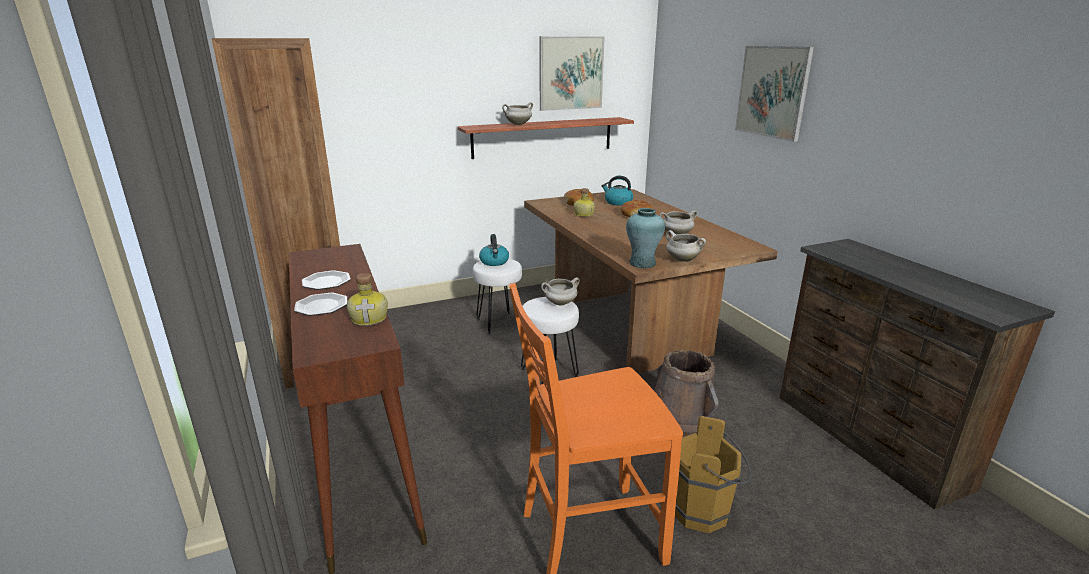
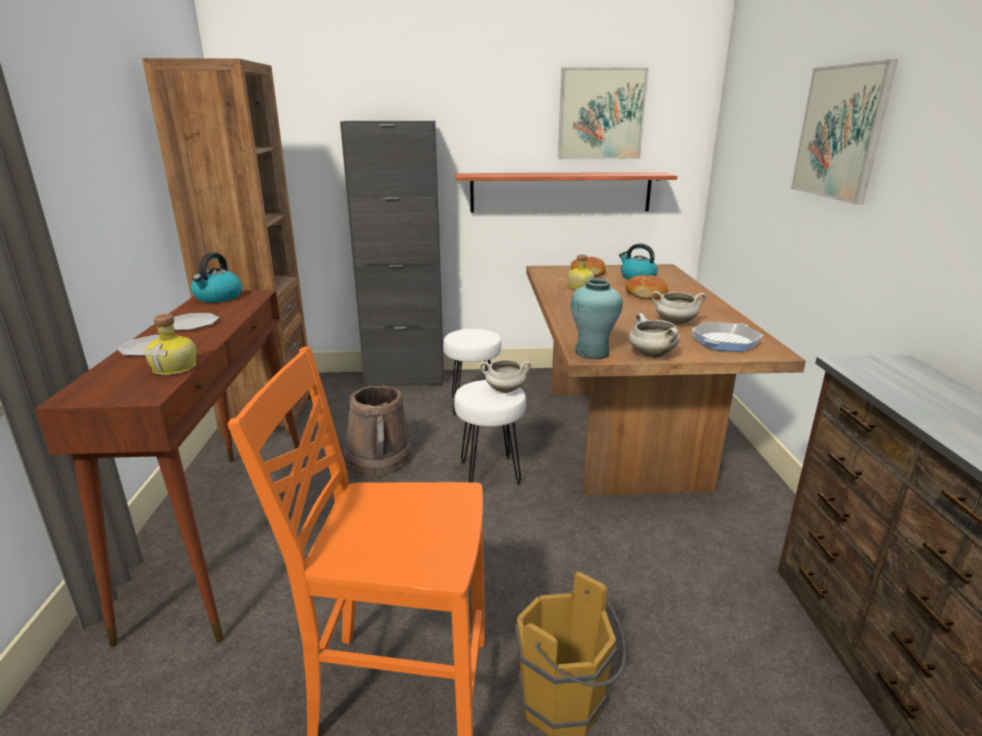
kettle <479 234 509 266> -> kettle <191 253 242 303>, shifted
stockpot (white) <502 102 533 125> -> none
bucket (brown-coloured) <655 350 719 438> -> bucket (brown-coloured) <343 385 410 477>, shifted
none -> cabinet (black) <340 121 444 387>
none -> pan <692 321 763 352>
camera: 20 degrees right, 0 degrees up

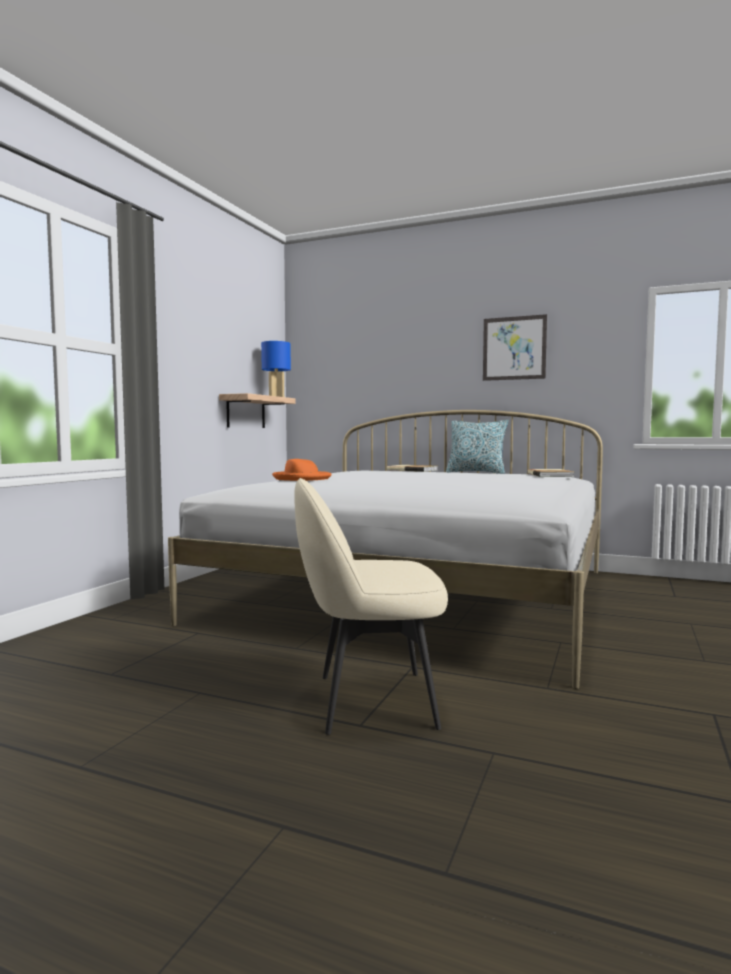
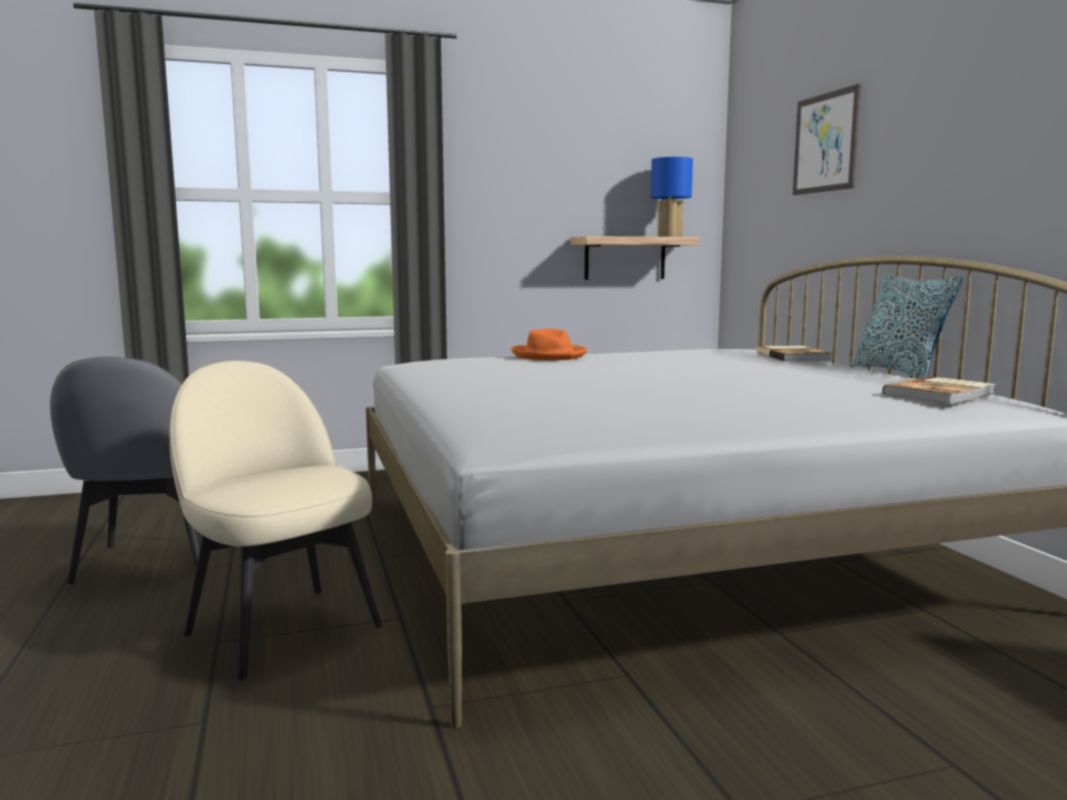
wall art <483 314 547 381> -> wall art <793 84 861 195>, shifted
none -> chair (greyish) <50 357 200 584>
camera: 50 degrees right, 5 degrees up

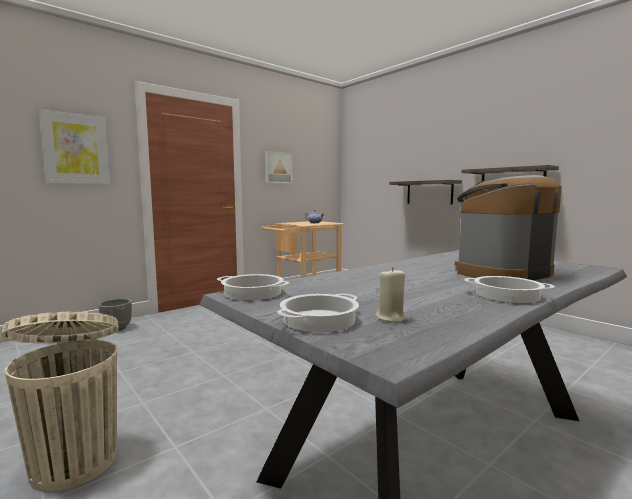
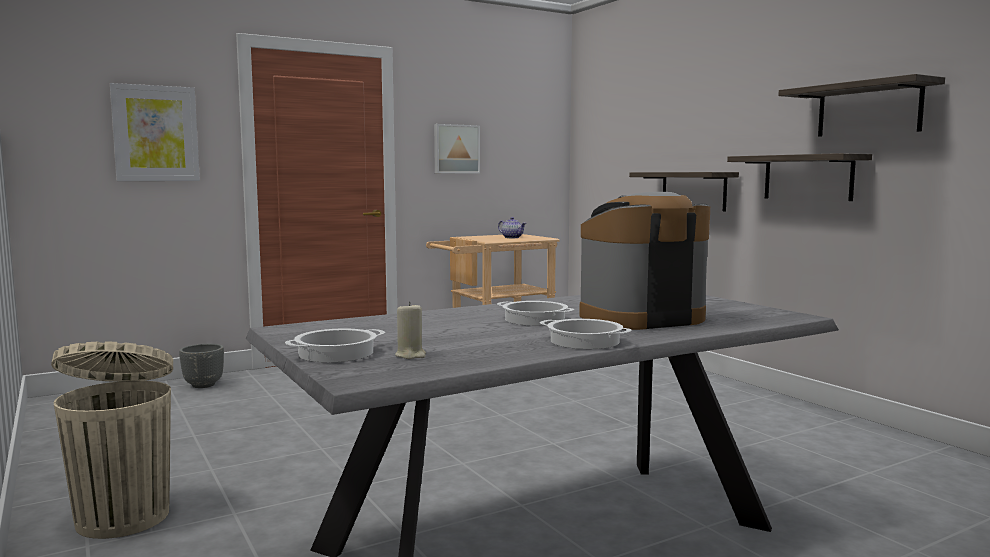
stockpot <216 274 289 301> -> stockpot <497 301 574 326>, shifted
none -> shelf <778 74 945 137>
camera: 10 degrees right, 0 degrees up

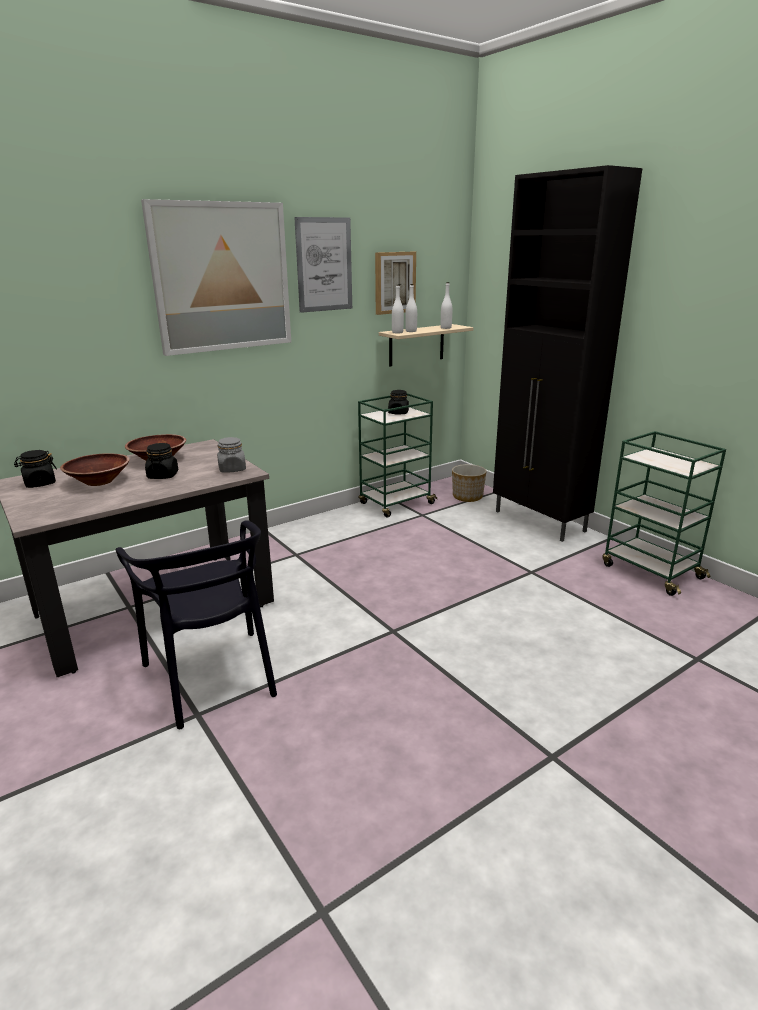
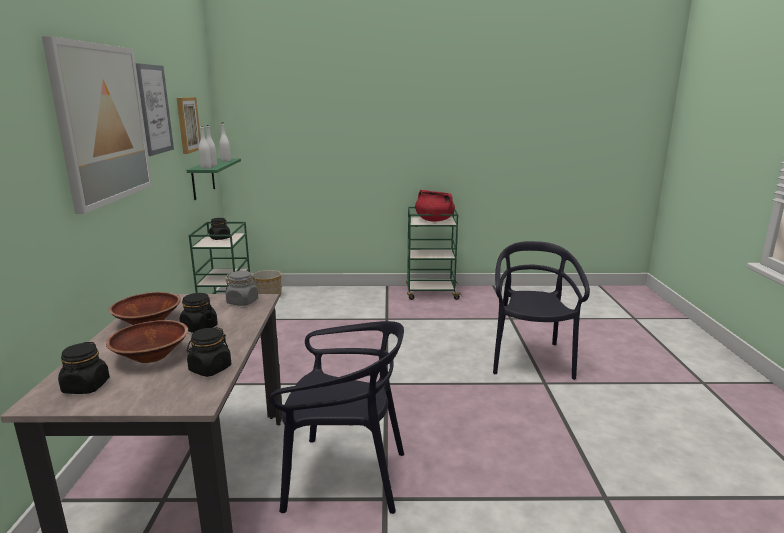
shelf (beige-coloured) <379 324 474 367> -> shelf (green) <186 158 241 200>
cabinet (black) <493 165 642 542> -> none
none -> preserve jar (black) <186 327 231 377>
none -> stockpot (red-coloured) <415 190 455 222>
none -> chair (black) <493 241 590 380>
camera: 55 degrees left, 5 degrees down

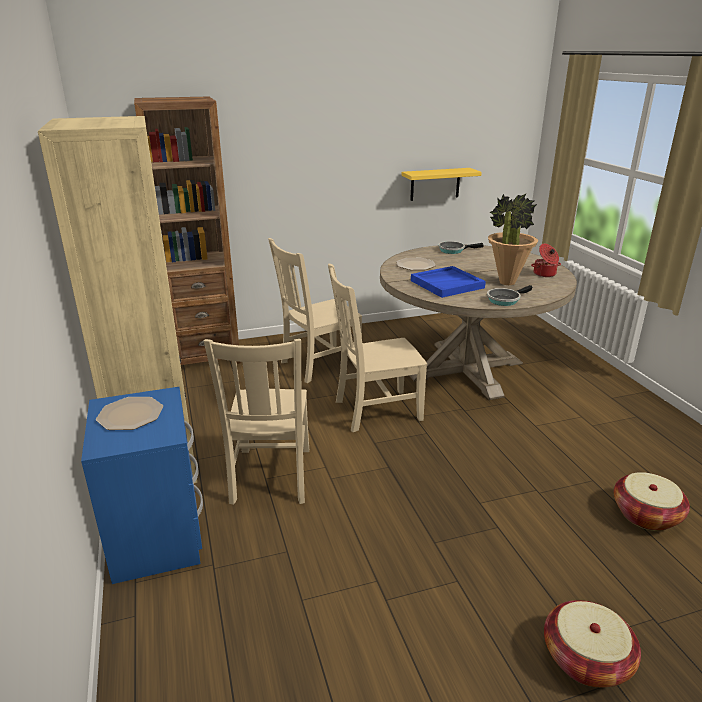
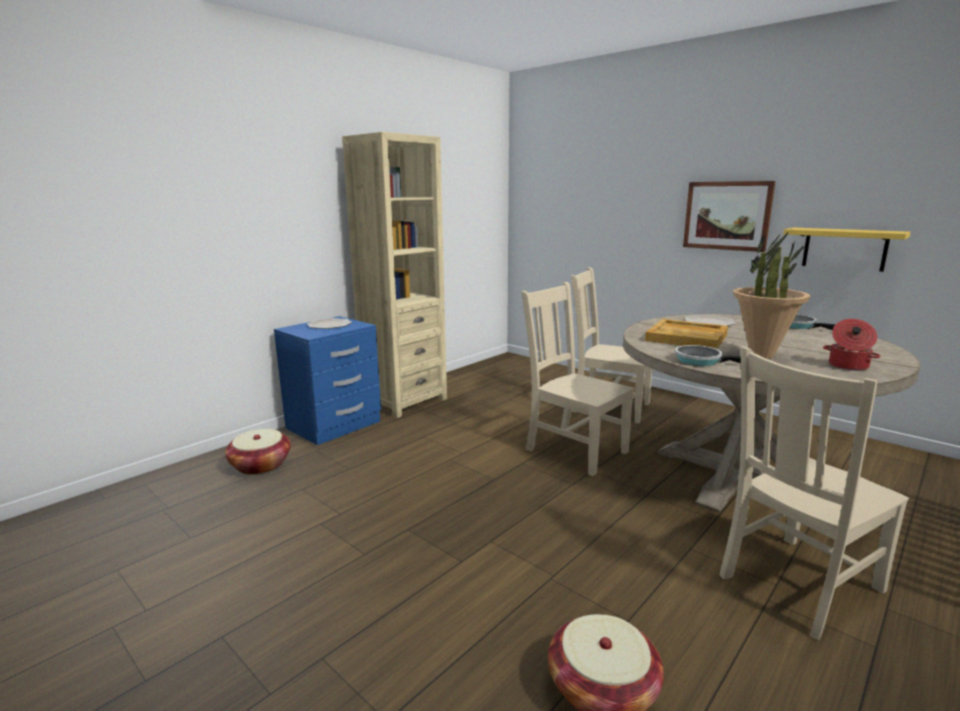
bookcase (brown-coloured) <134 97 241 365> -> none
chair (beige-coloured) <204 339 309 505> -> chair (beige-coloured) <719 346 909 640>, shifted
tray (bluish) <411 266 486 298> -> tray (beige-coloured) <645 319 728 349>
basket <544 600 641 687> -> basket <225 429 291 475>, shifted
none -> wall art <683 181 775 252>
camera: 60 degrees right, 10 degrees down

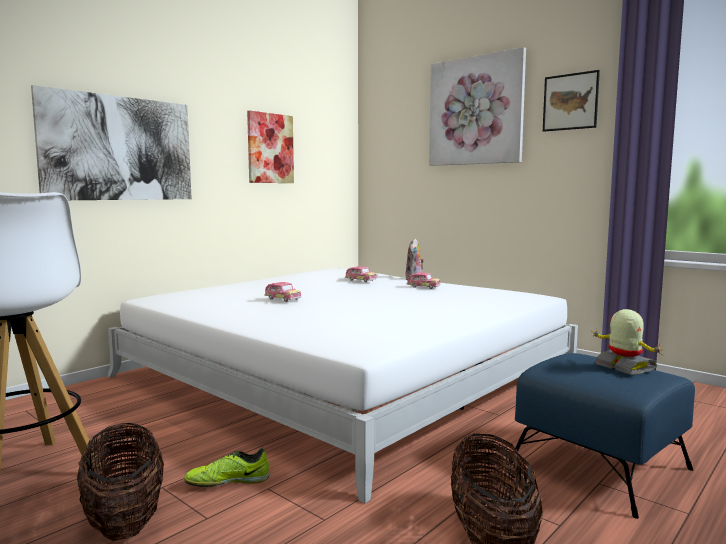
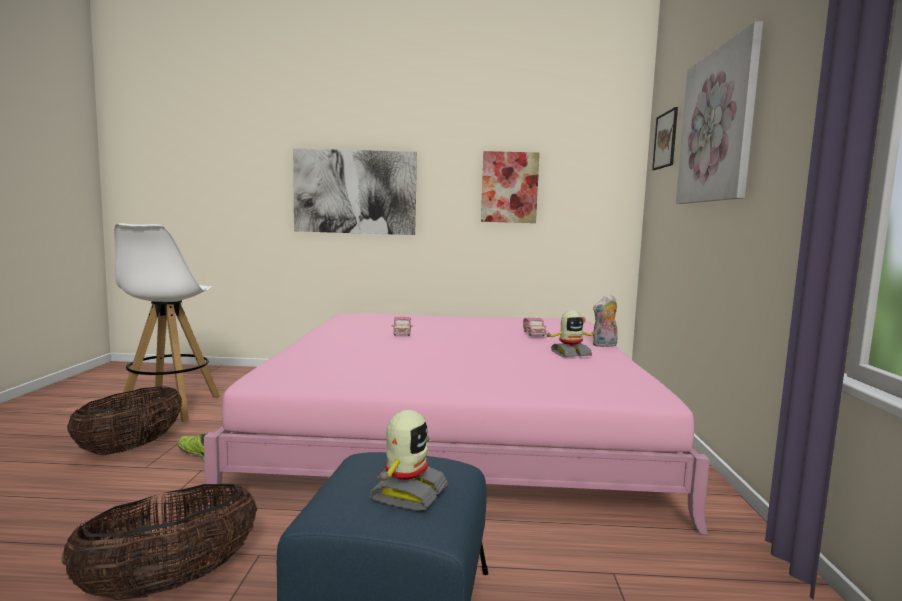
bedroom bed (white) <107 268 578 504> -> bedroom bed (pinkish) <200 313 710 535>
model car <406 272 441 289> -> model robot <544 311 598 357>
wall art <543 70 600 132> -> wall art <652 107 678 170>, shifted
camera: 50 degrees right, 0 degrees up

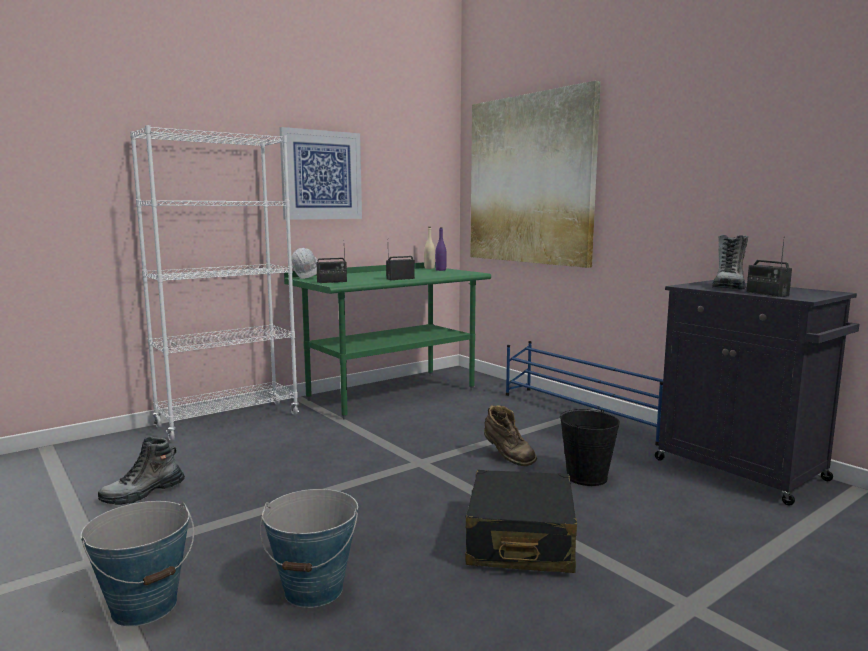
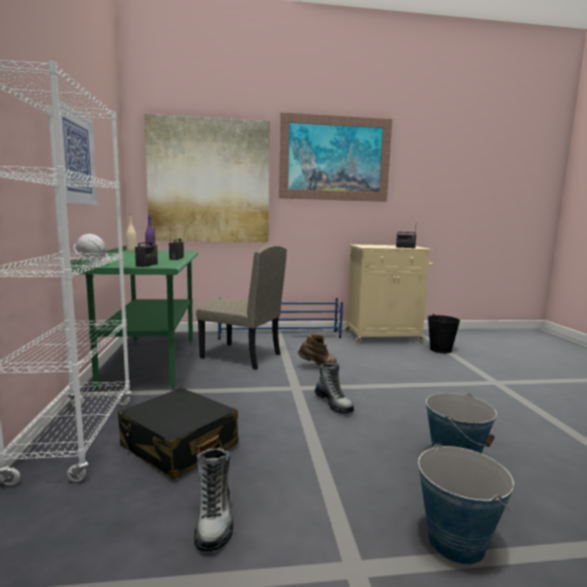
piece of luggage (black) <465 470 577 573> -> piece of luggage (black) <118 387 239 480>, shifted
bucket (black) <560 409 620 486> -> bucket (black) <428 314 460 353>, shifted
cabinet (black) <655 280 859 506> -> cabinet (beige-coloured) <345 244 434 343>
tall boot <712 235 748 290> -> tall boot <315 363 354 414>, shifted
none -> chair (beige-coloured) <196 245 287 370>
none -> wall art <279 112 392 202>
camera: 60 degrees left, 0 degrees up

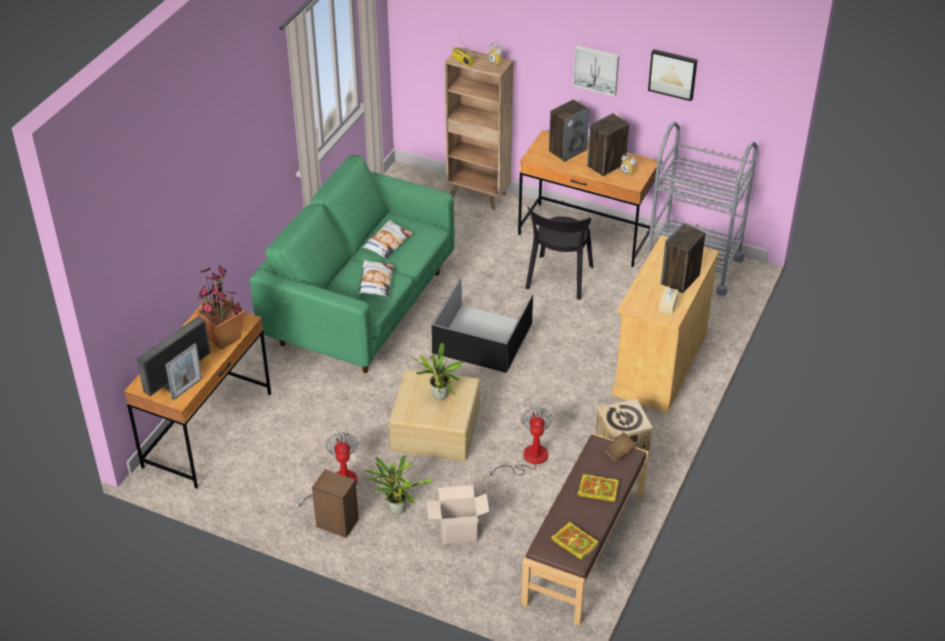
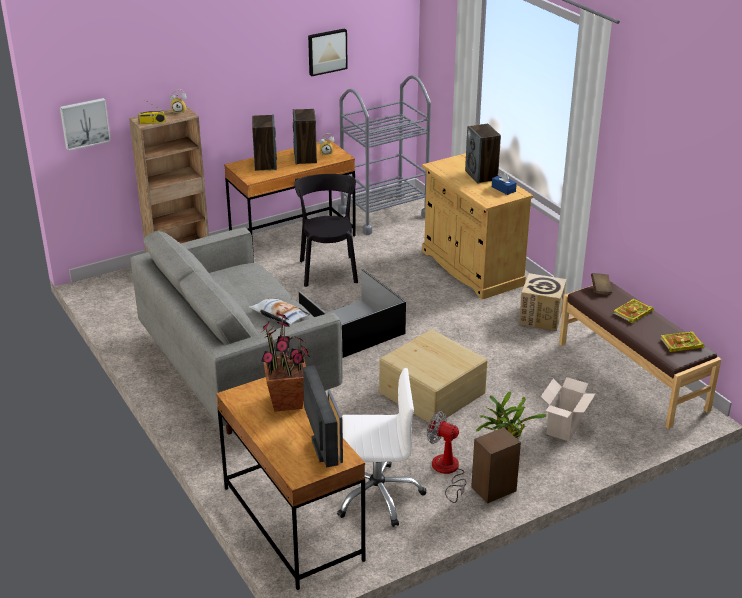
settee (green) <250 155 455 373> -> settee (greyish) <131 227 343 435>
throw pillow <362 220 413 258> -> none
plant in a pot <410 343 464 400> -> none
cooling fan <487 407 553 476> -> none
chair (black) <525 206 593 300> -> chair (black) <294 174 358 287>, 150 degrees counterclockwise
wall art <573 45 619 96> -> wall art <60 98 111 151>, shifted
tissue box (beige-coloured) <659 286 679 314> -> tissue box (bluish) <492 172 517 195>
none -> computer chair (white) <337 368 427 527>
camera: 55 degrees left, 10 degrees down

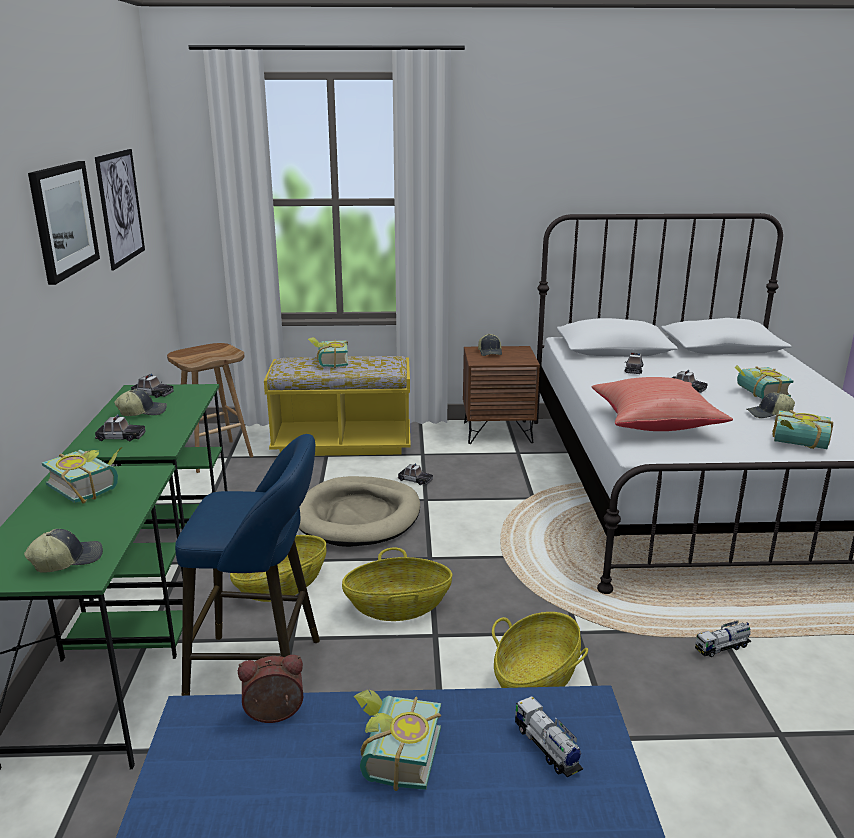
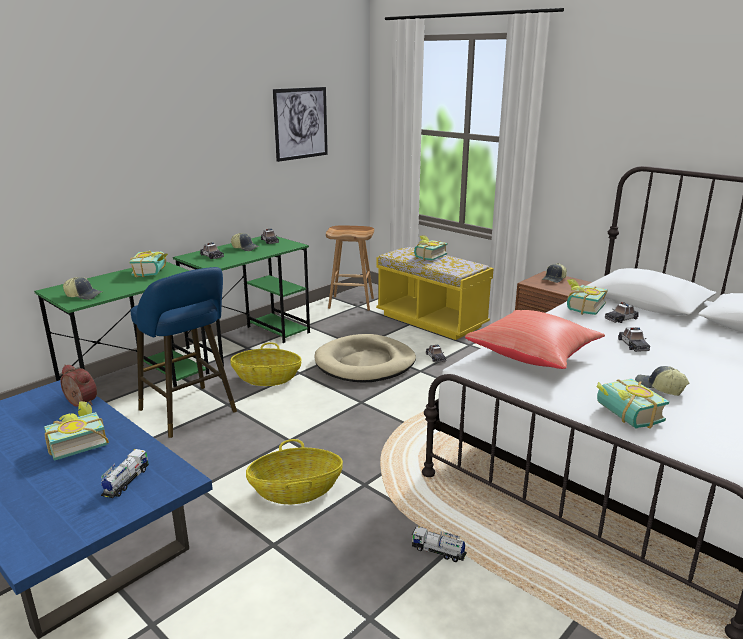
wall art <28 161 100 285> -> none
basket <342 547 452 621> -> none
bound book <735 365 794 399> -> bound book <567 279 608 315>, shifted
camera: 45 degrees right, 0 degrees up

